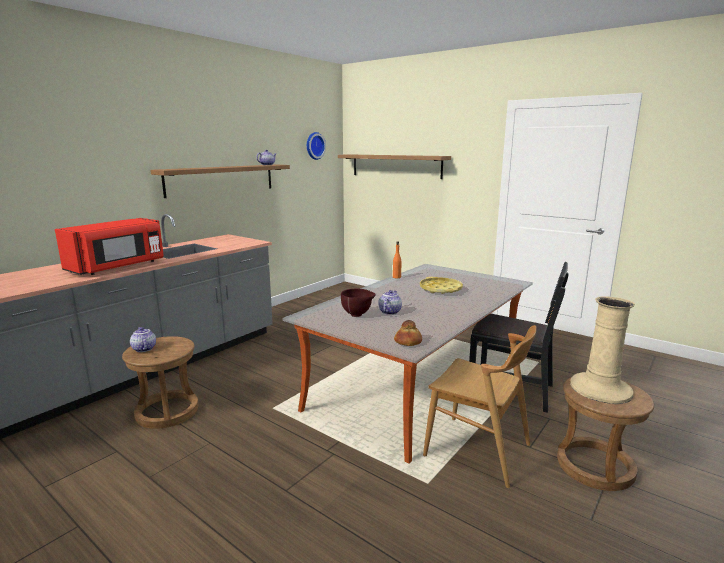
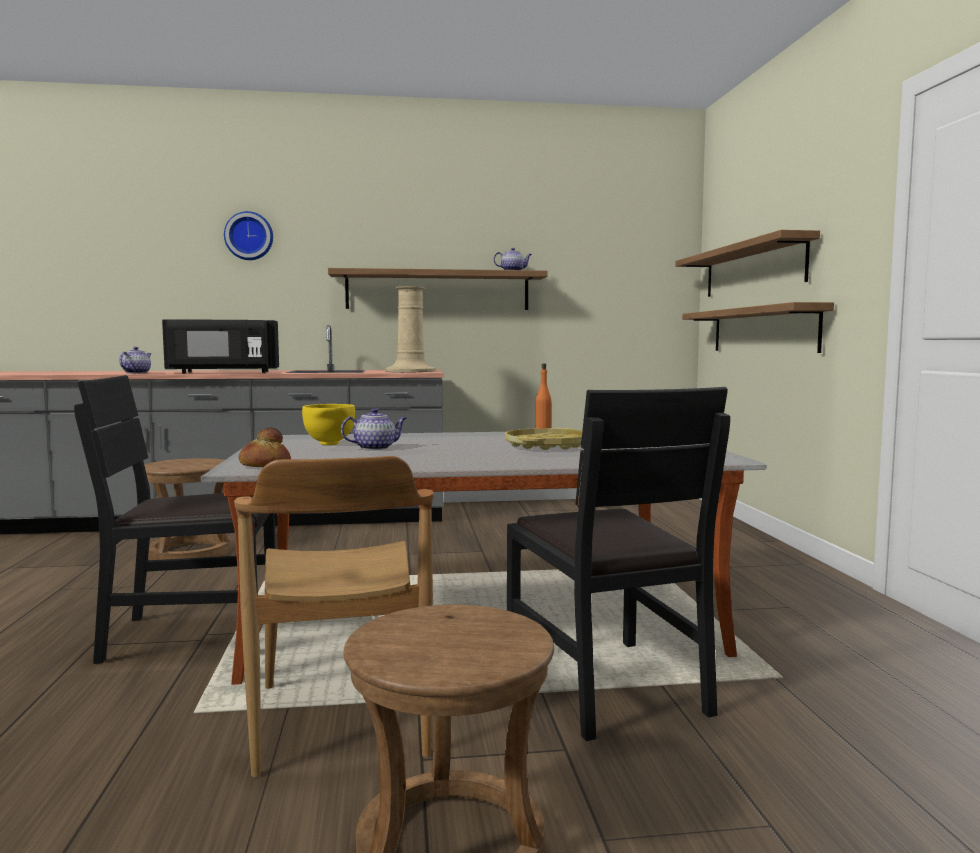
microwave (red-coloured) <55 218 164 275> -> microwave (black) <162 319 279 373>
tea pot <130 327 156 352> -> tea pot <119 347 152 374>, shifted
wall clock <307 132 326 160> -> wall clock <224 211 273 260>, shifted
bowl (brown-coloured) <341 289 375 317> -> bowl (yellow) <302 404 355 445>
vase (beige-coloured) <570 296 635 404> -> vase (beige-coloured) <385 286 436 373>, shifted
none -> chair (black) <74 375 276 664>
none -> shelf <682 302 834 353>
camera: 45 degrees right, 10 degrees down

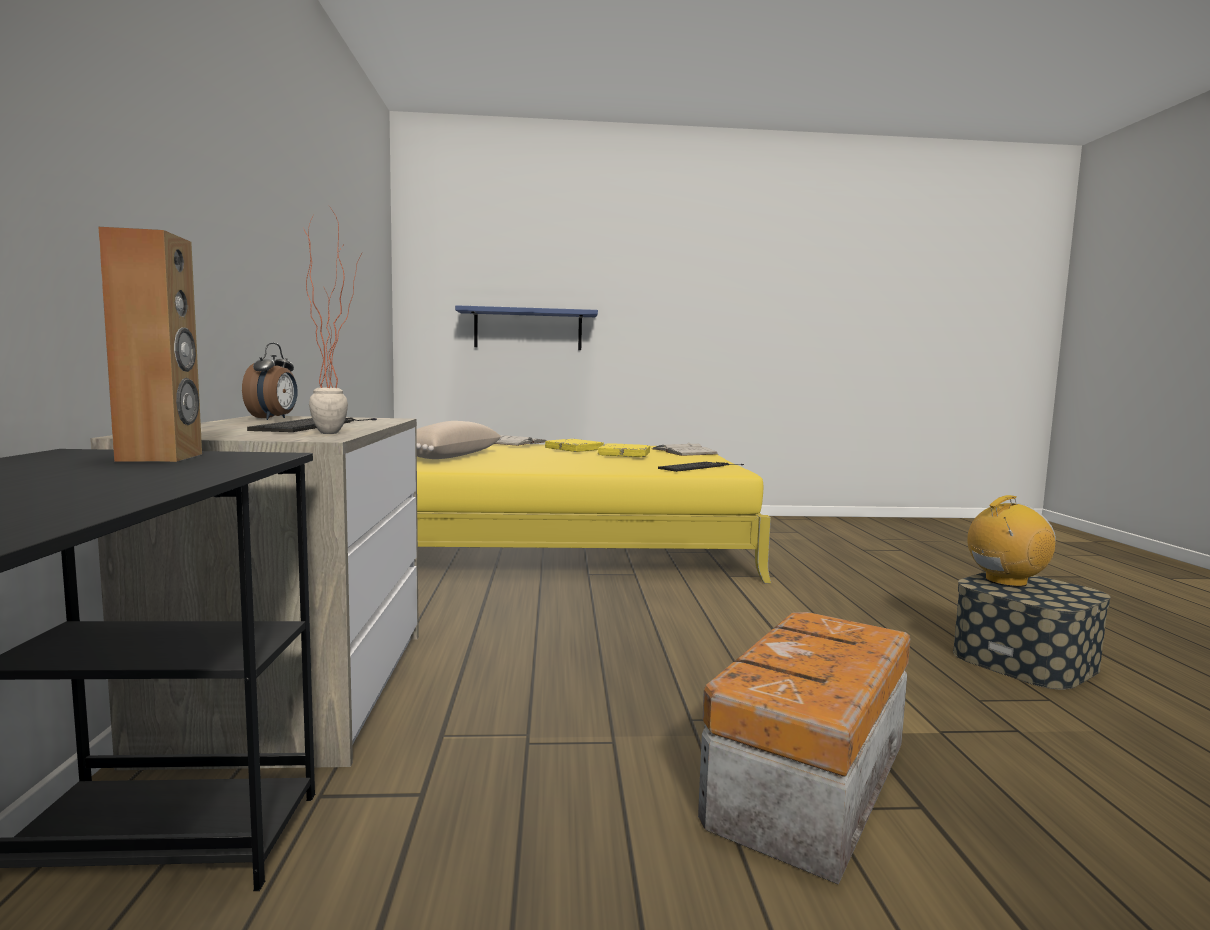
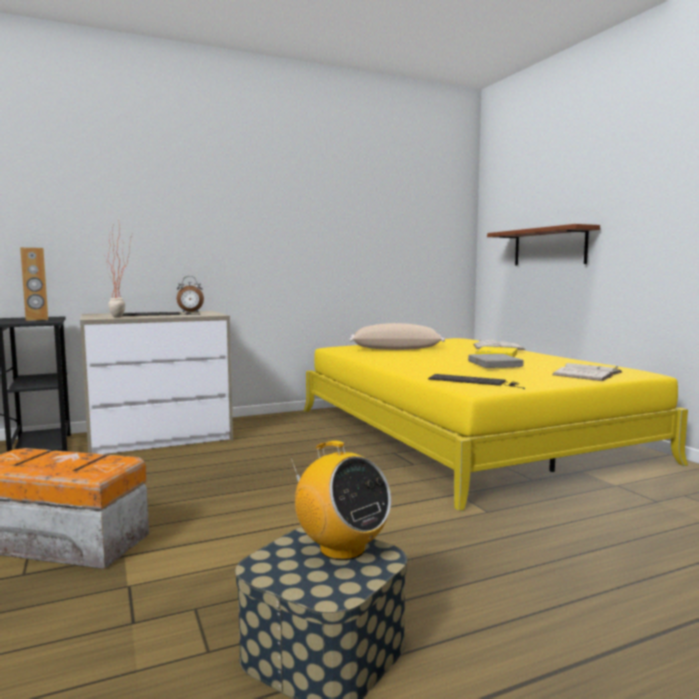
shelf (bluish) <455 305 598 350> -> shelf (brown-coloured) <487 224 600 266>
bound book (yellow) <598 443 650 457> -> bound book (greyish) <468 354 524 368>
camera: 70 degrees right, 0 degrees up

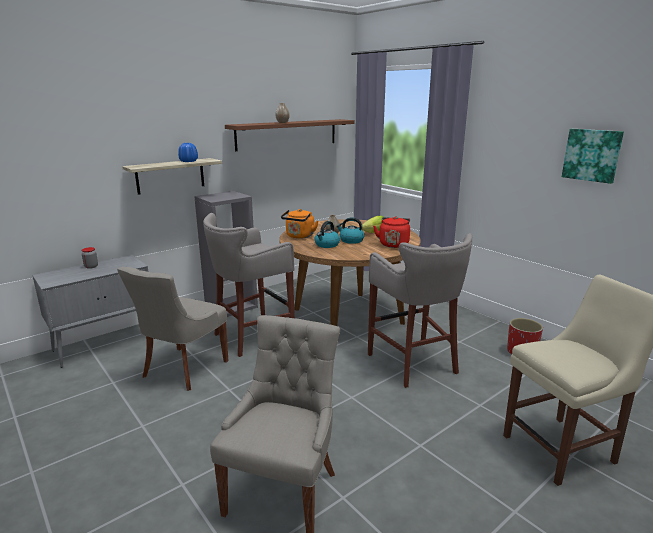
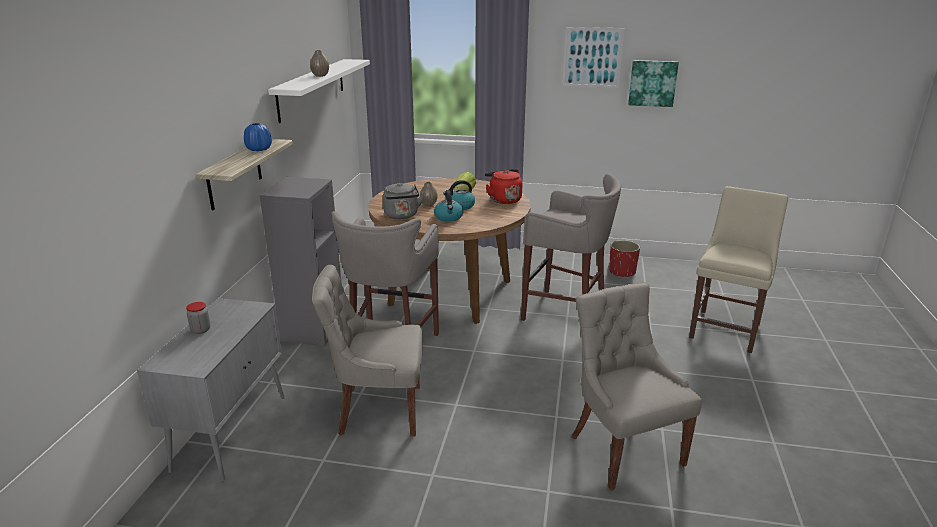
chair (greyish) <117 267 228 391> -> chair (greyish) <312 265 423 437>, 105 degrees clockwise
shelf (brown-coloured) <225 119 355 151> -> shelf (white) <268 59 370 123>
kettle (orange) <281 209 318 239> -> kettle (greyish) <383 183 425 219>
none -> wall art <562 27 625 88>
camera: 40 degrees left, 5 degrees up

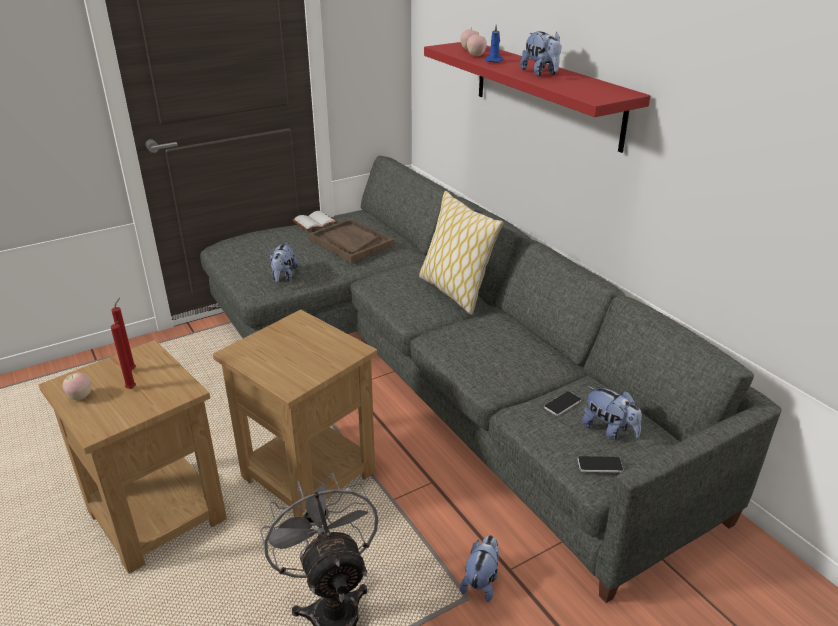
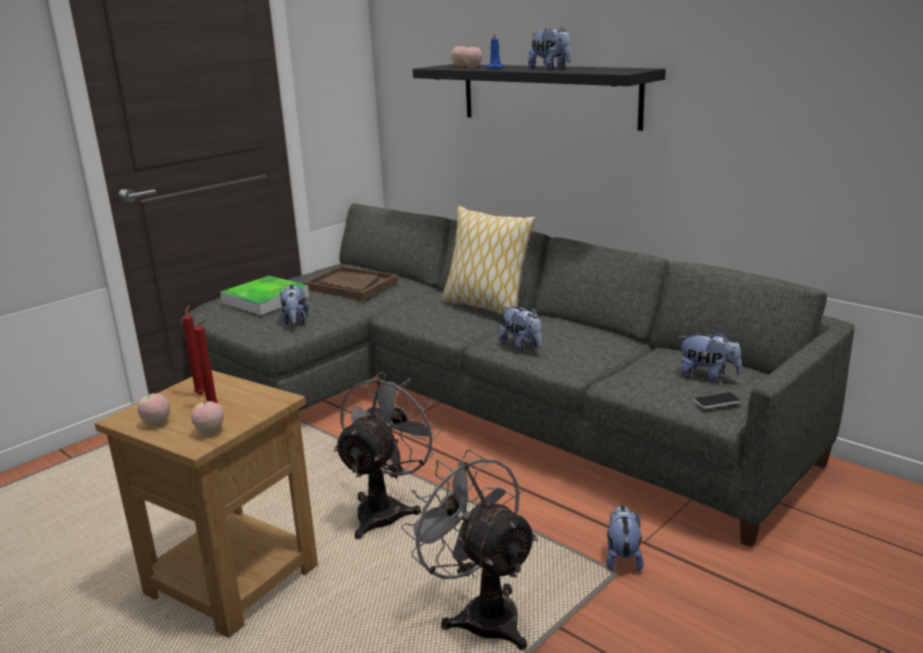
accent table (brown-coloured) <213 309 377 517> -> cooling fan (greyish) <333 372 442 539>
bound book (white) <292 211 337 231> -> none
shelf (red-coloured) <424 42 650 153> -> shelf (black) <413 64 666 131>
telephone <544 391 581 416> -> none
none -> apple fruit <191 399 224 434>
none -> tray <220 276 309 315>
none -> soft toy <499 306 542 351>
camera: 15 degrees left, 10 degrees down

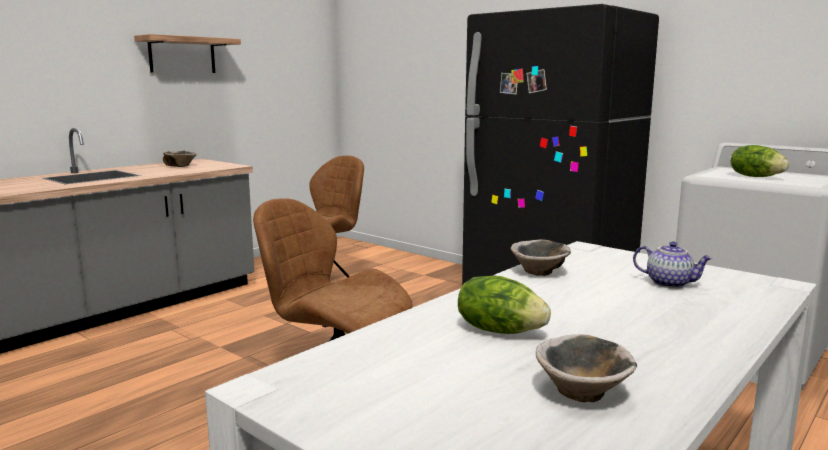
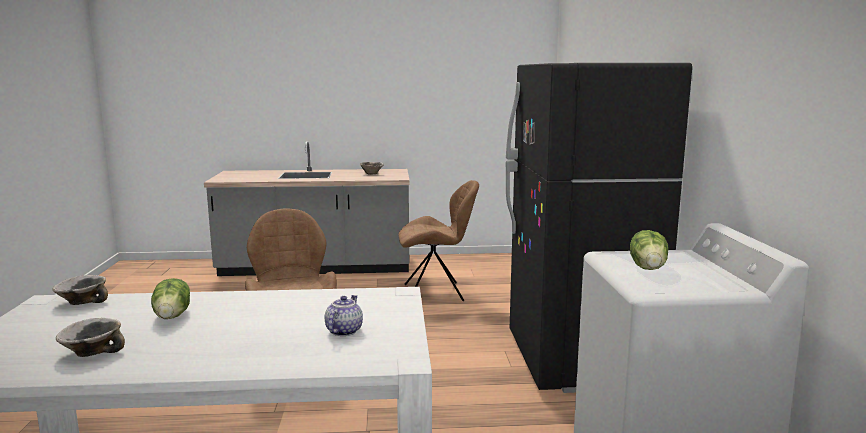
shelf <134 34 241 73> -> none
bowl <511 240 571 276> -> bowl <52 275 108 305>, shifted
tea pot <633 242 713 288> -> tea pot <325 295 363 336>, 150 degrees counterclockwise
camera: 45 degrees right, 0 degrees up

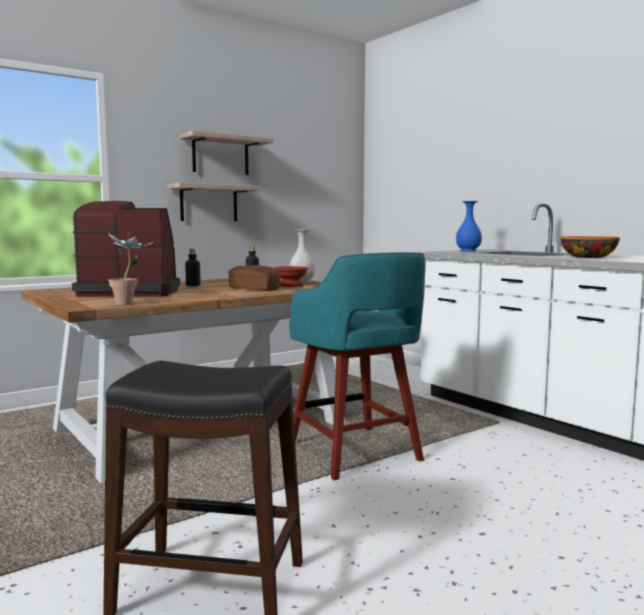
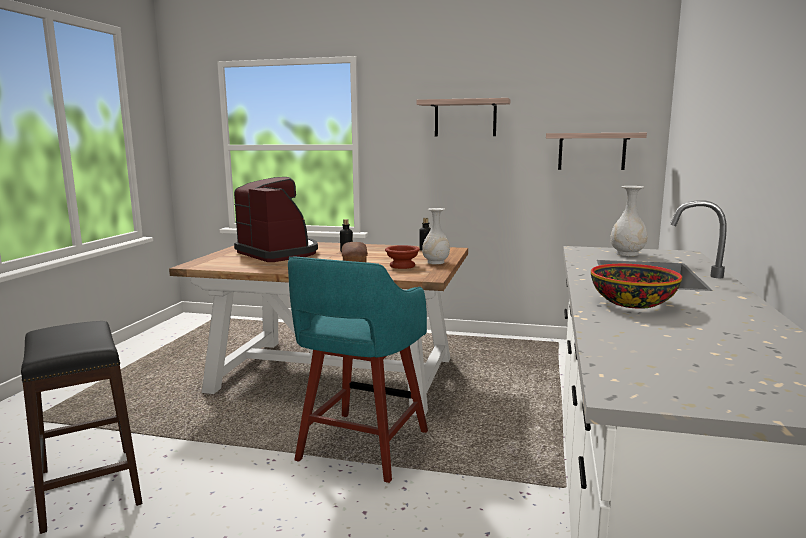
plant in a pot <108 232 153 305> -> none
shelf <167 182 262 221> -> shelf <546 133 647 170>, shifted
vase (bluish) <456 201 482 251> -> vase (white) <610 186 648 256>
camera: 50 degrees right, 5 degrees up

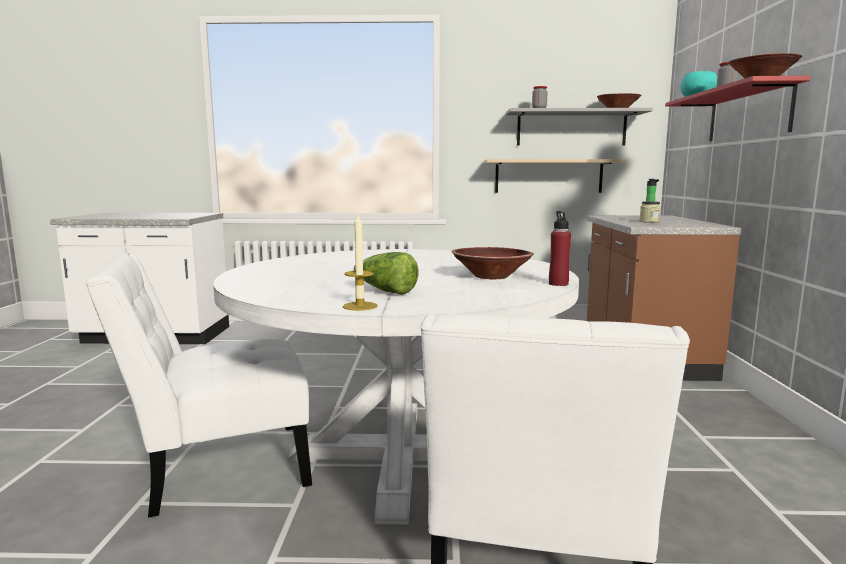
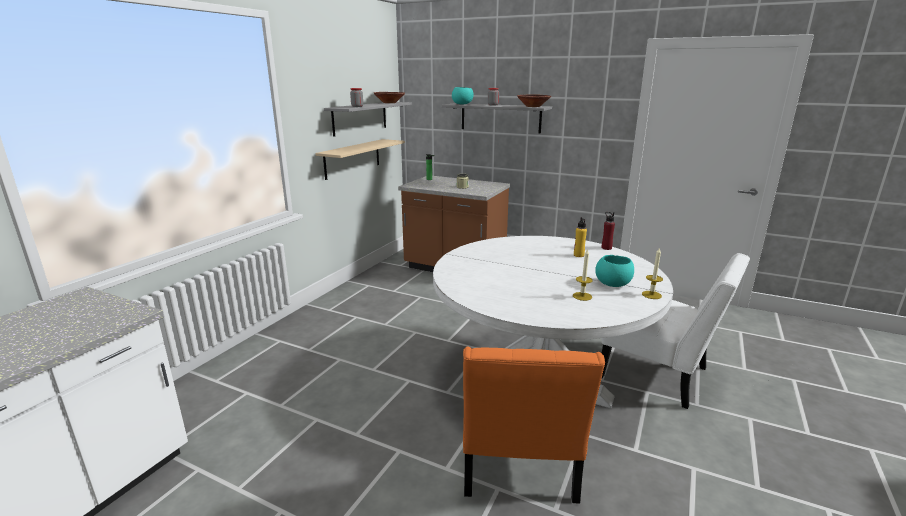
chair (white) <86 253 312 517> -> chair (orange) <463 347 605 504>
lettuce <354 252 418 295> -> bowl (turquoise-coloured) <595 255 634 287>
bowl (brown-coloured) <451 247 534 279> -> bottle (yellow) <574 217 587 257>
shelf (red-coloured) <665 76 811 141> -> shelf (greyish) <442 103 552 134>
none -> candle <573 248 593 301>
camera: 65 degrees left, 10 degrees up

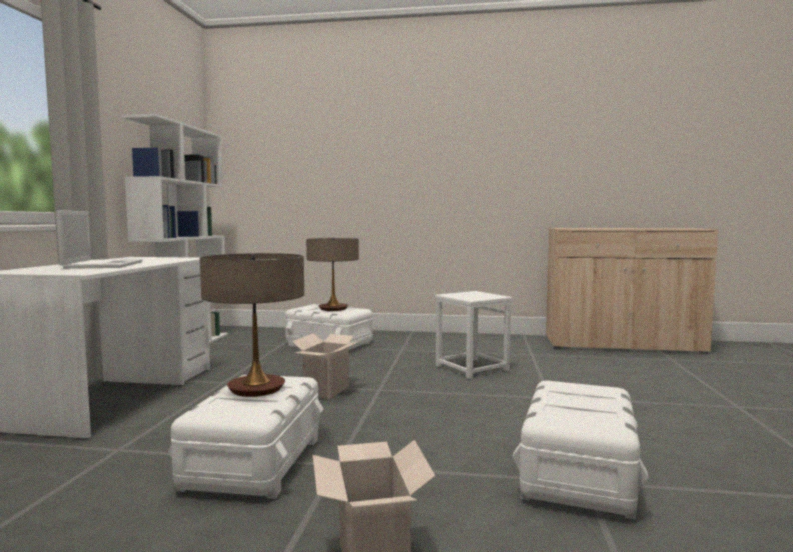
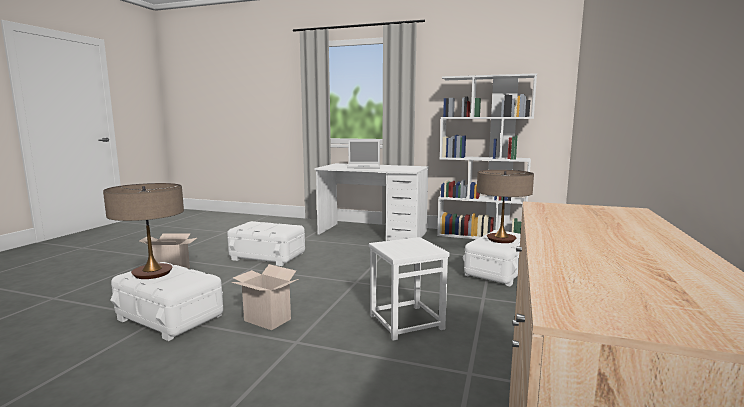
tabletop lamp <200 253 304 397> -> tabletop lamp <103 183 184 279>, shifted
packing box <292 333 360 399> -> packing box <232 264 299 330>, shifted
camera: 100 degrees right, 5 degrees up

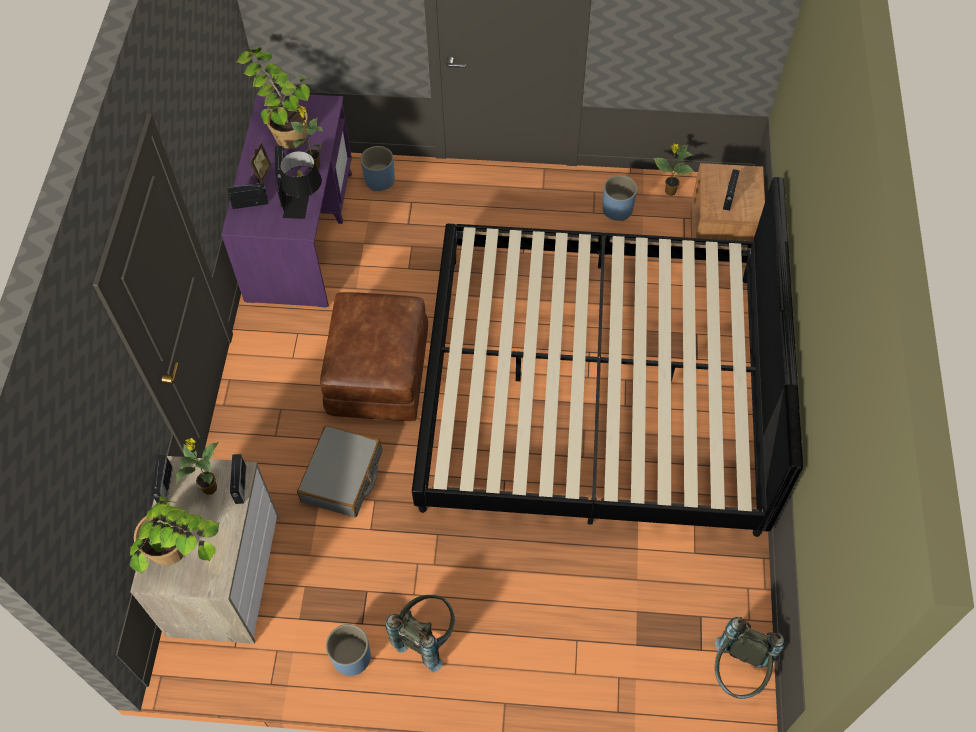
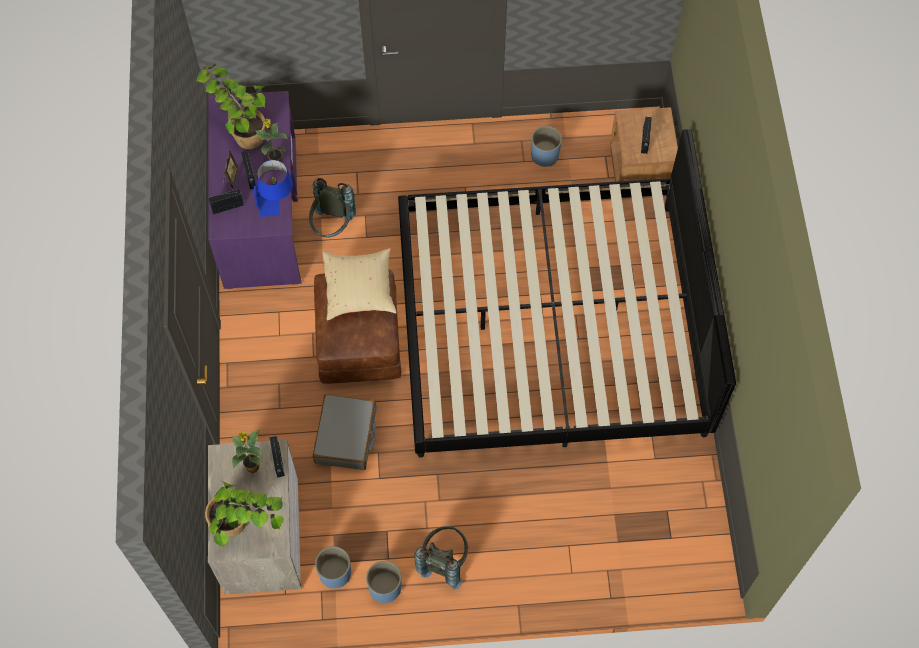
radio set <151 455 173 504> -> none
tabletop lamp (black) <277 151 322 219> -> tabletop lamp (bluish) <254 160 293 217>
flower pot (bluish) <360 146 395 191> -> flower pot (bluish) <315 546 351 589>, shifted
plant in a pot <653 144 694 196> -> none
backpack (greyish) <715 617 785 699> -> backpack (greyish) <309 178 356 238>, shifted
none -> throw pillow (beige-coloured) <322 248 397 320>
camera: 10 degrees left, 5 degrees up

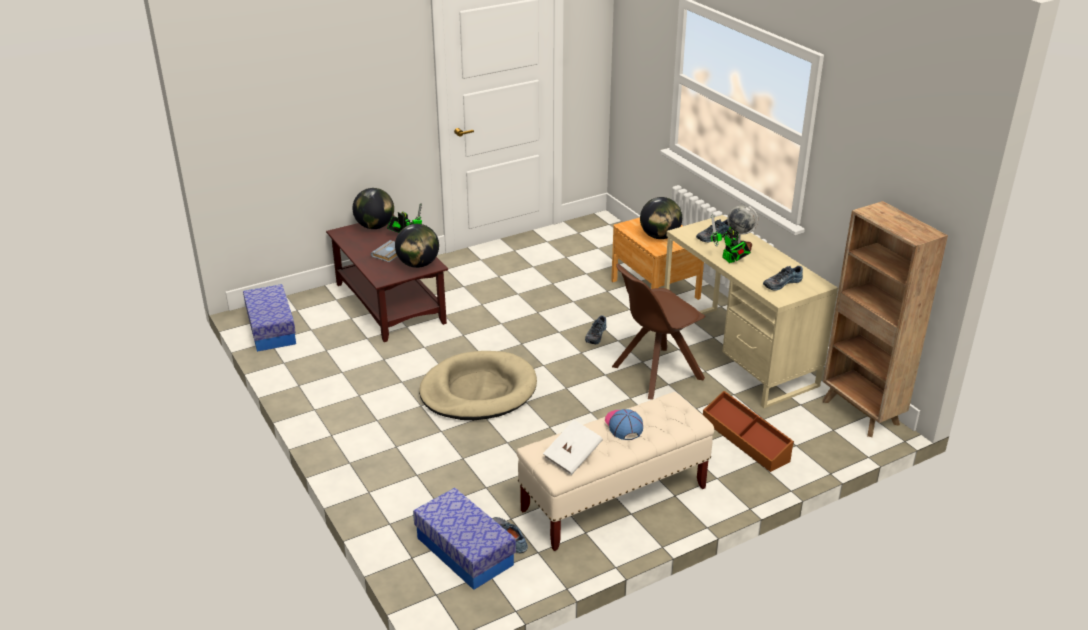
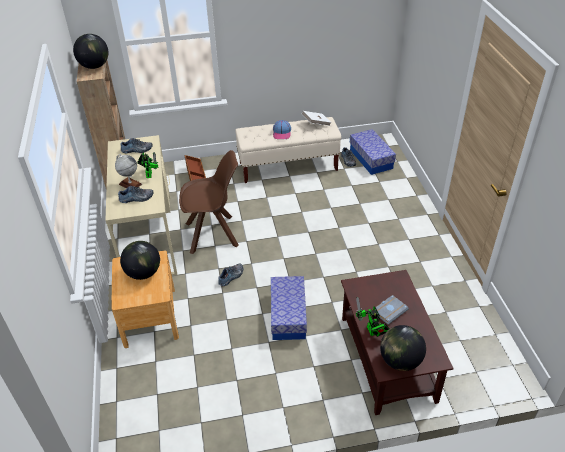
storage container <243 284 296 352> -> storage container <271 276 307 340>, shifted
globe <395 224 439 268> -> globe <73 34 109 69>, shifted
dog bed (beige-coloured) <419 351 537 420> -> none
camera: 160 degrees left, 10 degrees up

